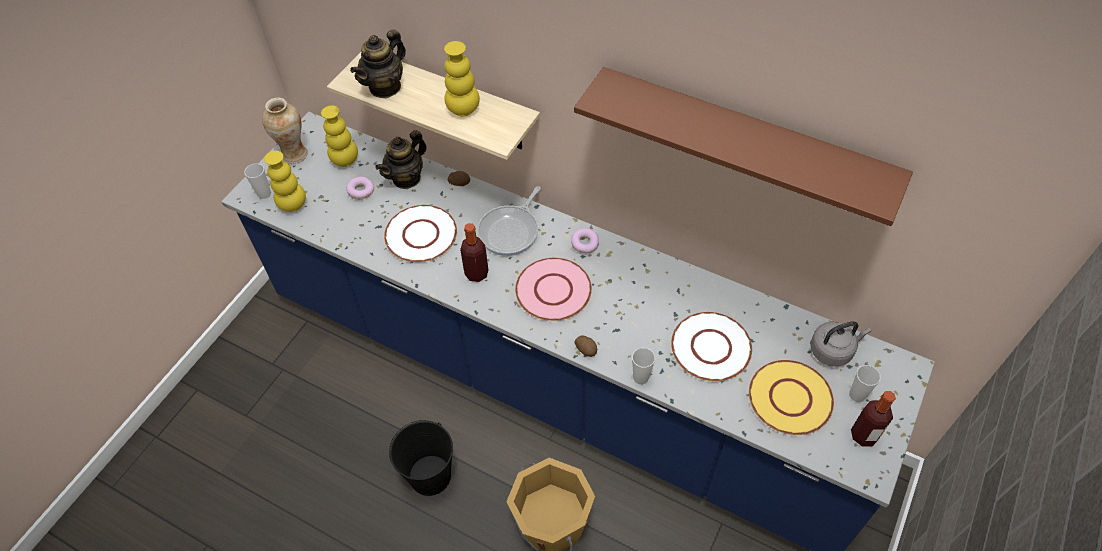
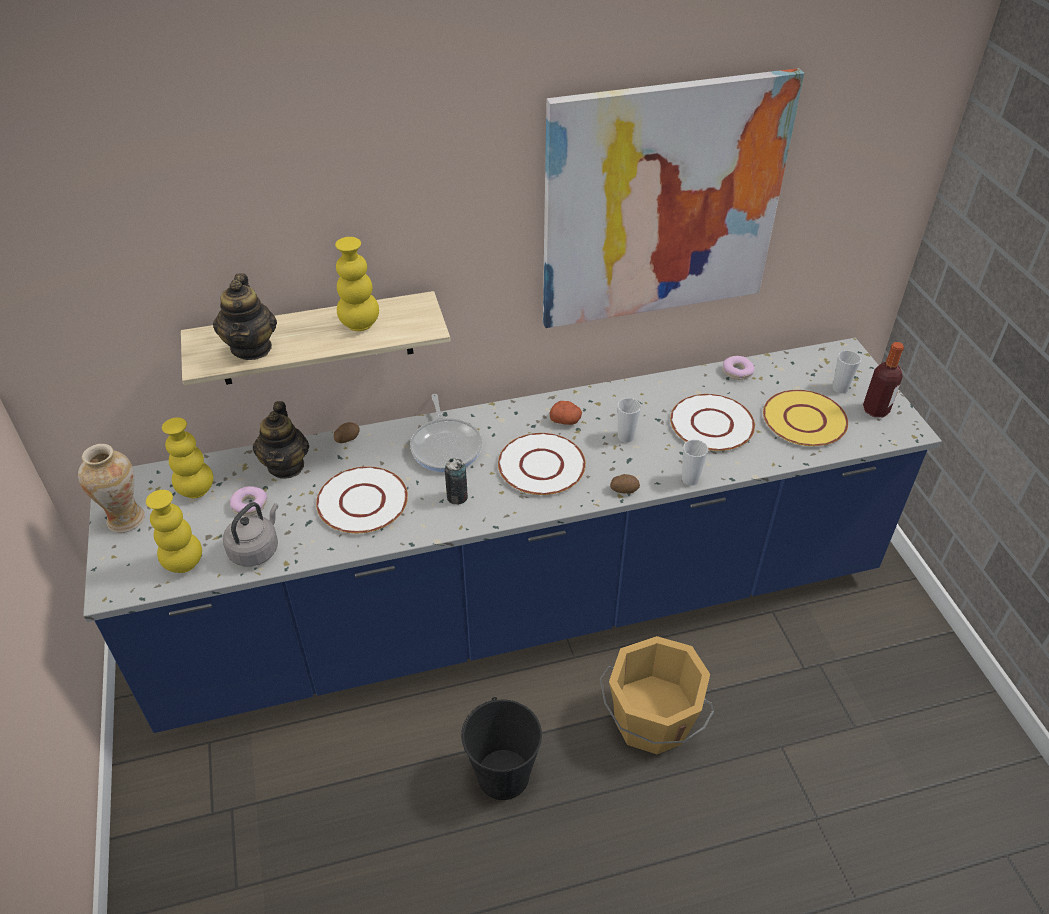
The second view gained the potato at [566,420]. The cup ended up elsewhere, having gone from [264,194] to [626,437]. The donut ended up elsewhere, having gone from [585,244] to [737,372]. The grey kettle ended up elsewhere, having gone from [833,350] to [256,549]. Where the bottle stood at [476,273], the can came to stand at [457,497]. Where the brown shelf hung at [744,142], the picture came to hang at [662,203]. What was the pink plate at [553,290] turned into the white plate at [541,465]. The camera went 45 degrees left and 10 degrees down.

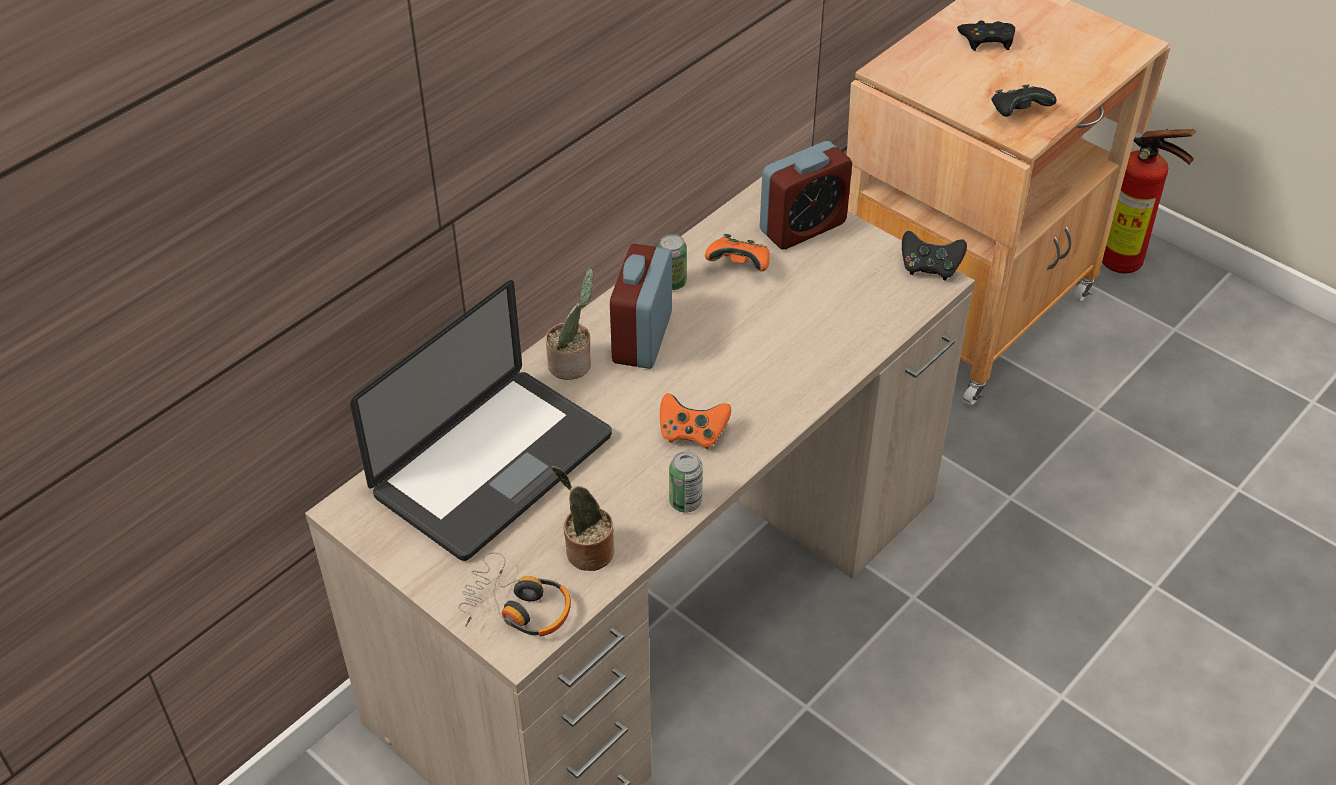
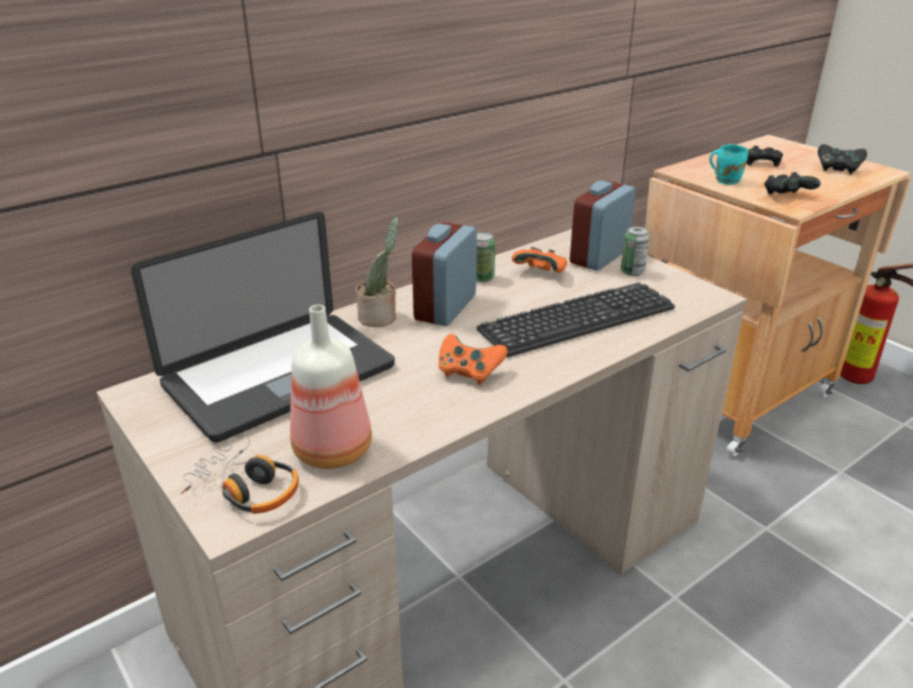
The second view gained the keyboard at [577,319]. The second view gained the turquoise mug at [726,180]. The can ended up elsewhere, having gone from [685,502] to [632,272]. The black game controller ended up elsewhere, having gone from [929,267] to [837,169]. Where the potted plant stood at [586,552], the bottle came to stand at [335,450]. The alarm clock at [802,227] ended up facing another way, 150 degrees clockwise from before. The camera went 10 degrees right and 15 degrees down.

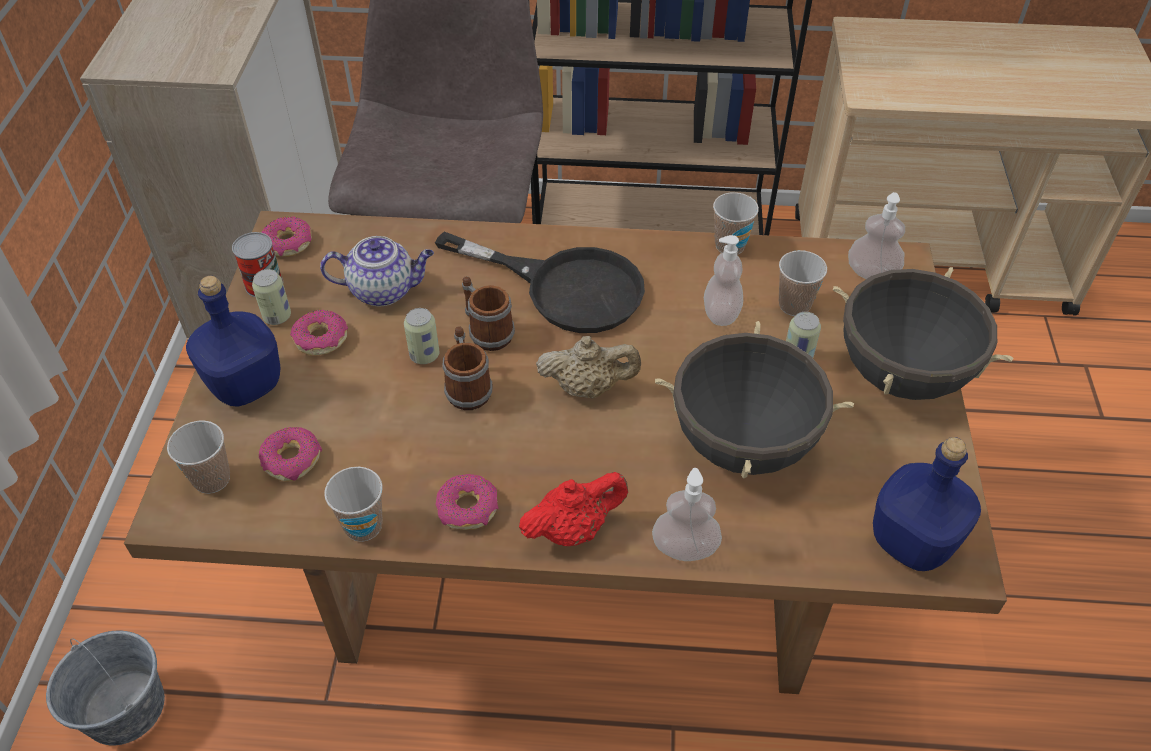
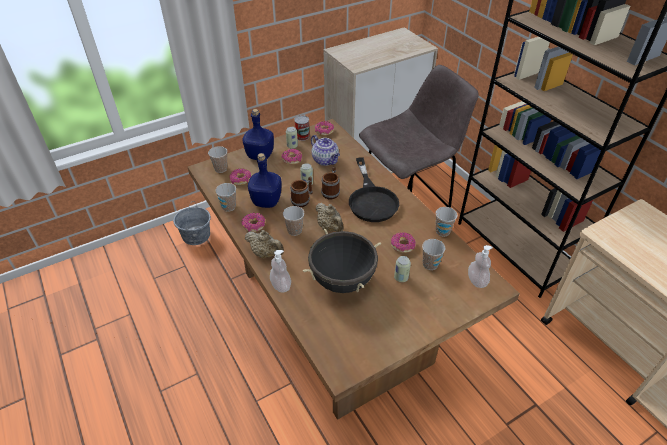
The second view lost the black cooking pot at [901,375]. The second view gained the cup at [294,230]. The blue bottle ended up elsewhere, having gone from [910,541] to [266,201]. Where the soap dispenser stood at [721,313], the donut came to stand at [402,245]. What was the red teapot at [573,529] turned into the beige teapot at [266,254]. The camera went 55 degrees right and 5 degrees down.

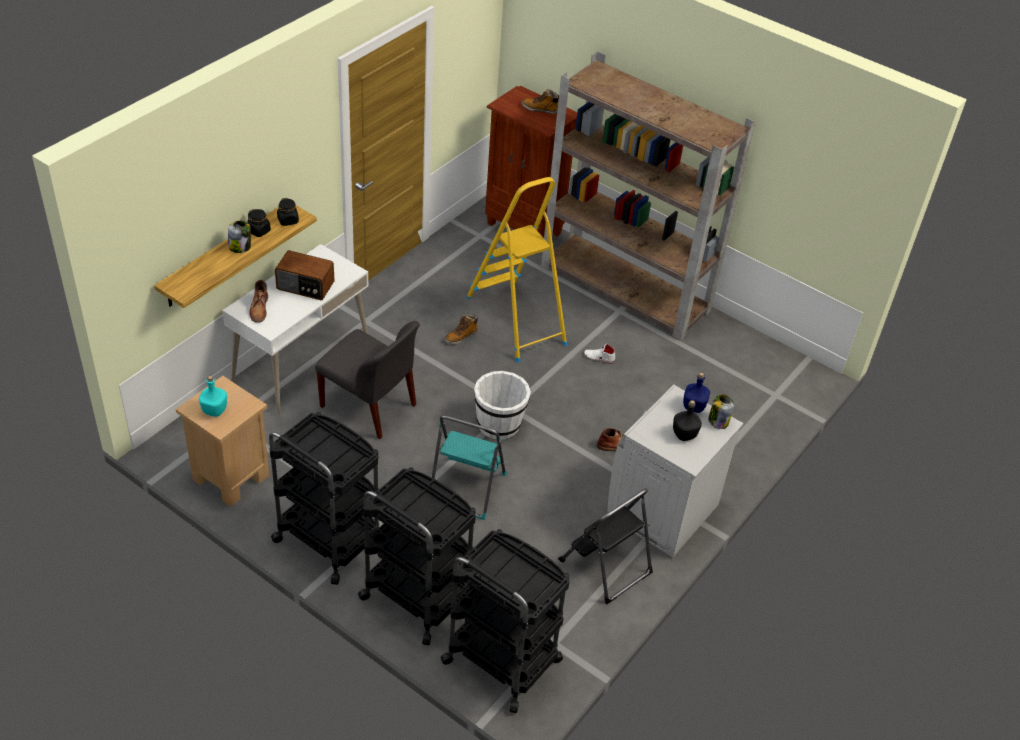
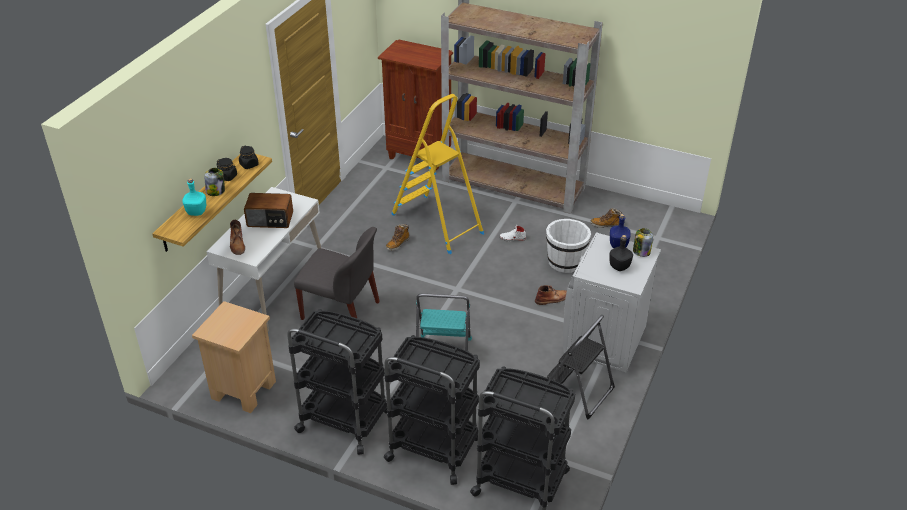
The turquoise bottle ended up elsewhere, having gone from [215,410] to [197,212]. The white bucket ended up elsewhere, having gone from [499,424] to [565,262]. The boot ended up elsewhere, having gone from [540,109] to [606,225]. The camera went 10 degrees left and 5 degrees down.

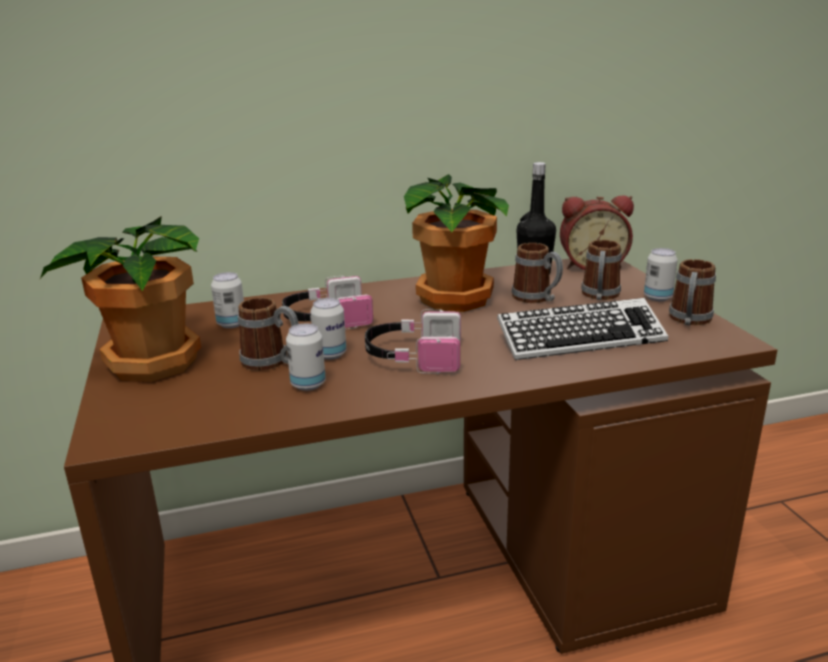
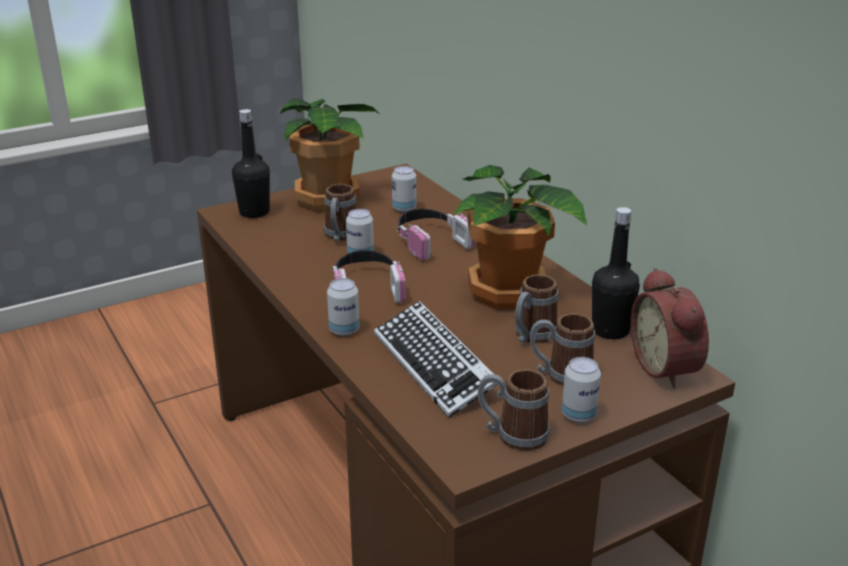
The second view gained the black bottle at [254,212]. The can ended up elsewhere, having gone from [308,384] to [344,330]. The camera went 75 degrees right and 5 degrees up.

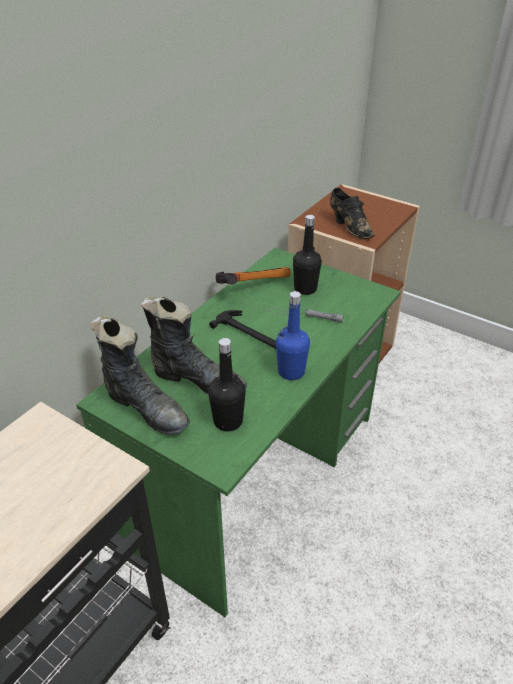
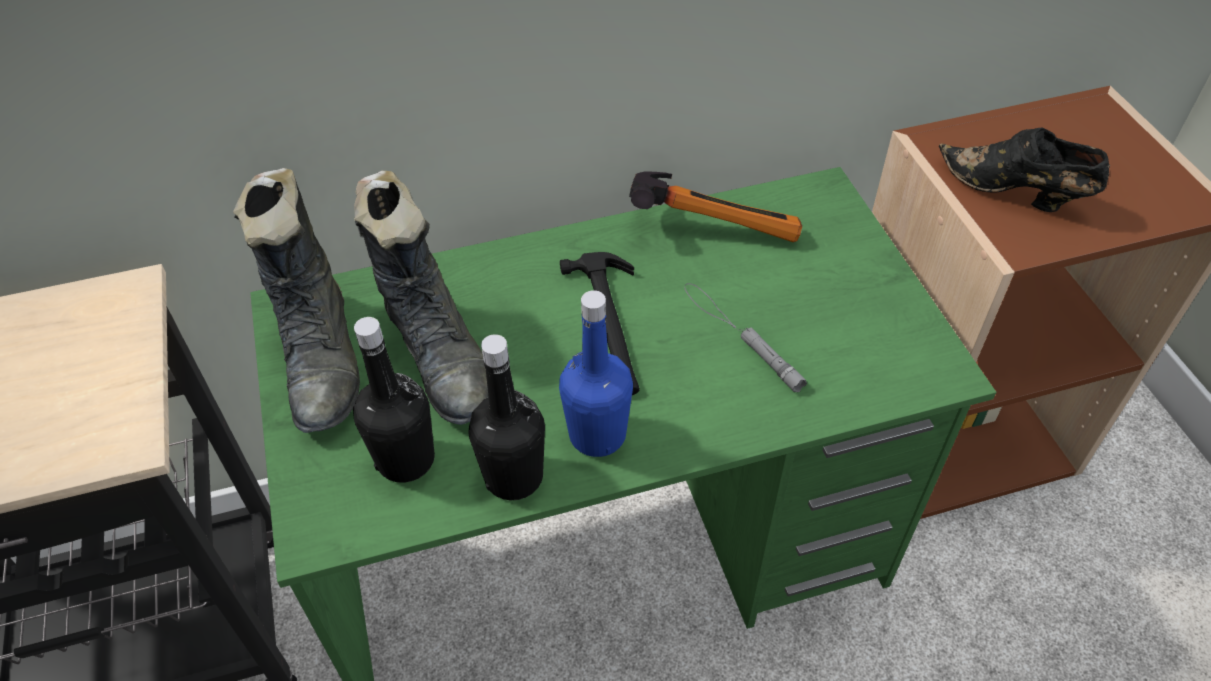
The black bottle ended up elsewhere, having gone from [305,289] to [514,477]. The black shoe at [349,226] ended up facing another way, 120 degrees clockwise from before. The camera went 40 degrees right and 10 degrees up.

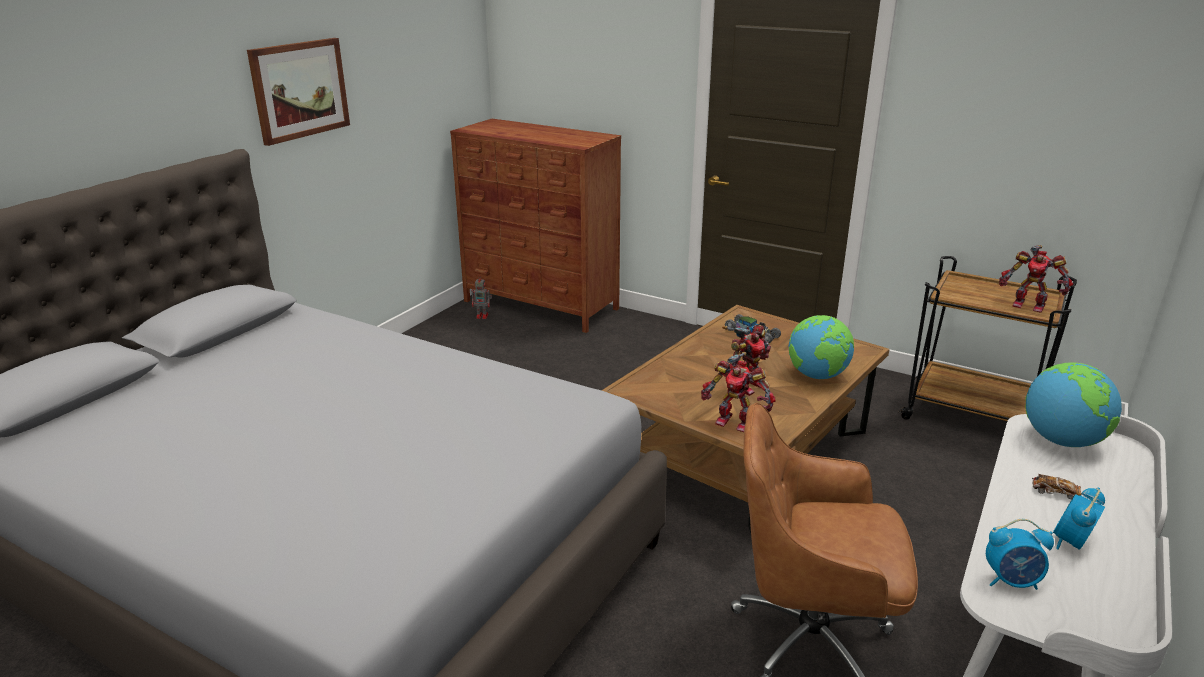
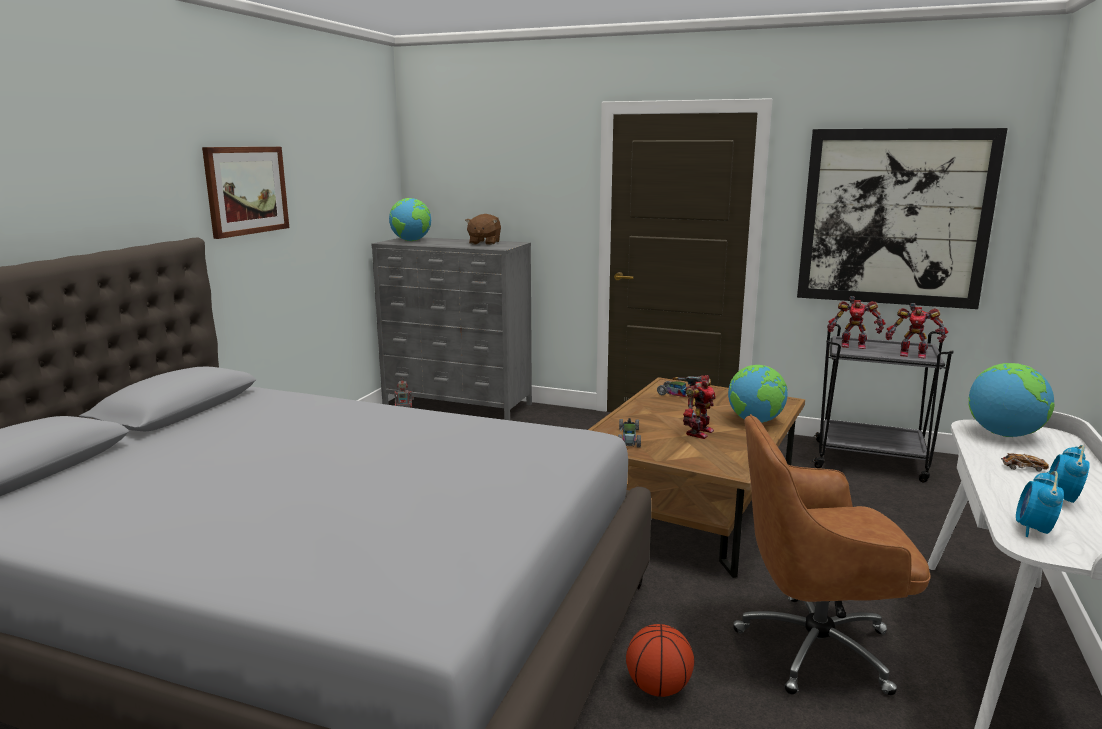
The second view gained the globe at [411,241]. The second view gained the brown plush toy at [484,243]. The second view gained the toy car at [629,438]. The second view gained the basketball at [658,688]. The second view gained the picture at [894,218]. The toy robot ended up elsewhere, having gone from [735,421] to [853,345]. What was the brown dresser at [541,305] turned into the grey dresser at [458,405]. What was the brown cart at [971,415] turned into the grey cart at [870,461]. The alarm clock at [1011,581] ended up facing another way, 120 degrees clockwise from before. The camera went 10 degrees left and 10 degrees down.

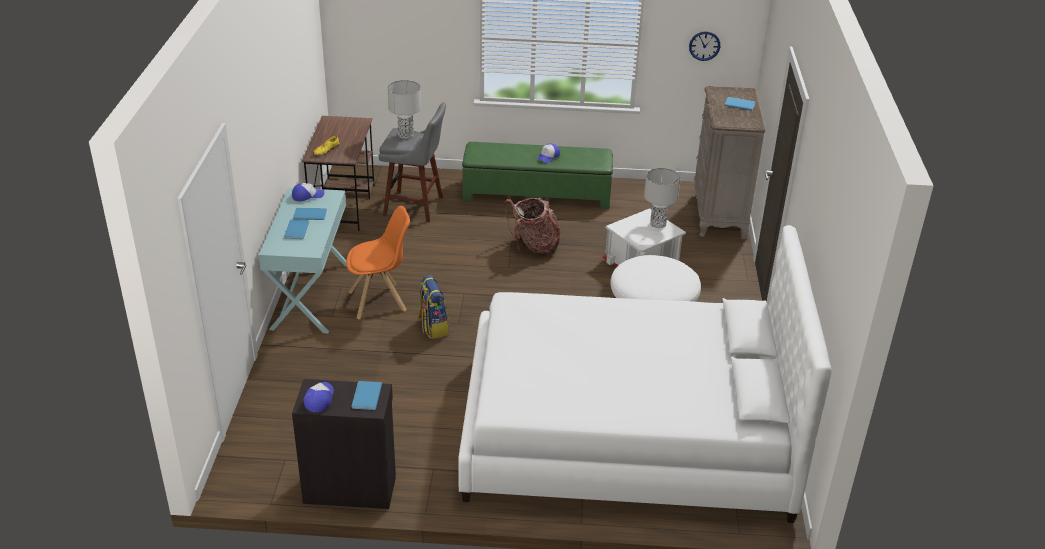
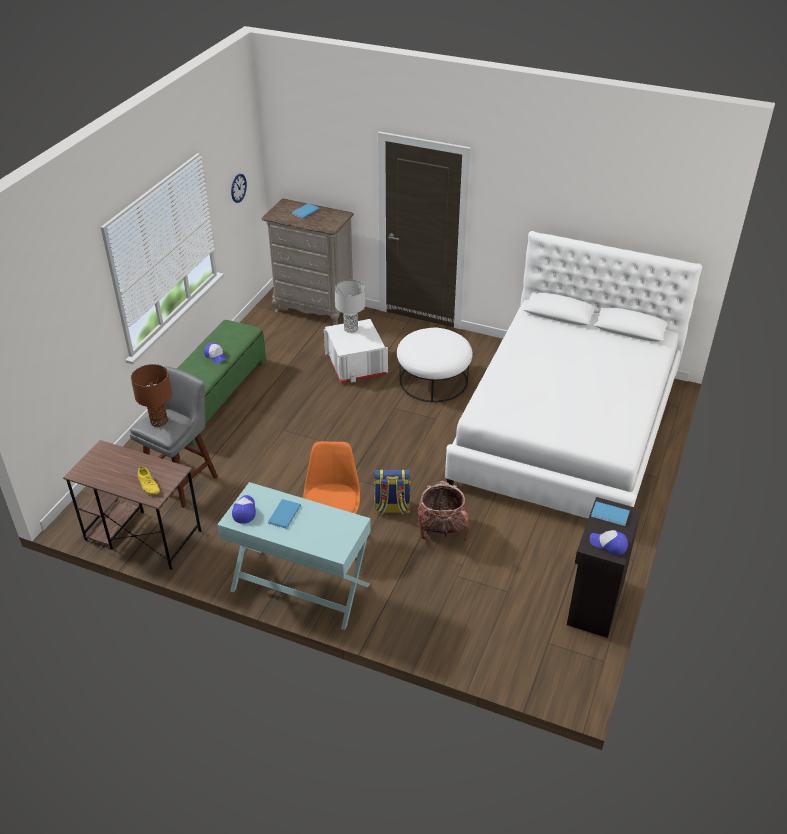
The second view lost the blue book at [295,230]. The backpack ended up elsewhere, having gone from [534,247] to [442,530]. What was the white table lamp at [406,135] turned into the brown table lamp at [159,421]. The camera went 70 degrees left and 5 degrees up.

